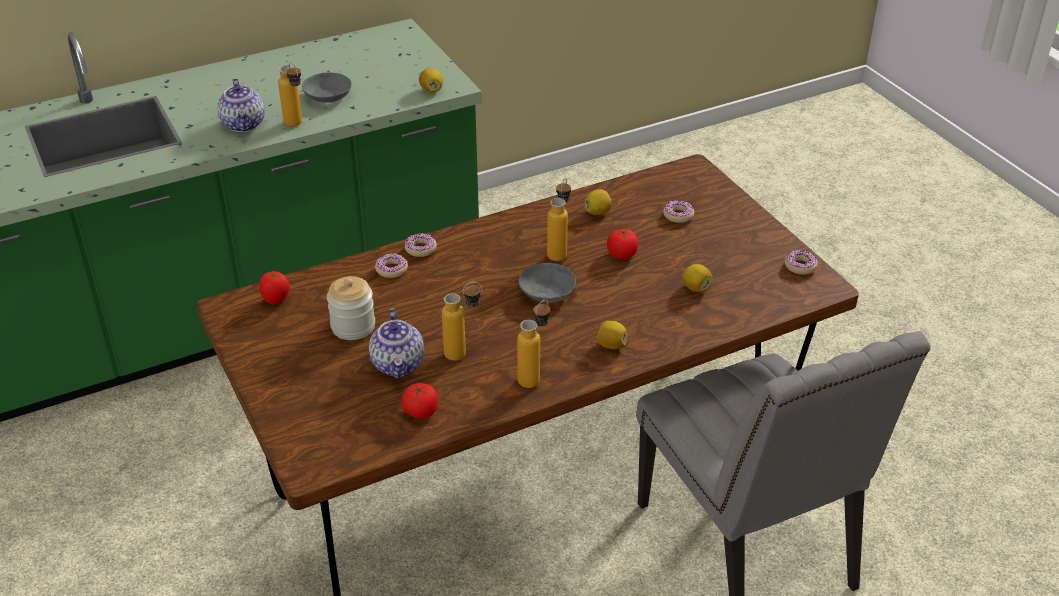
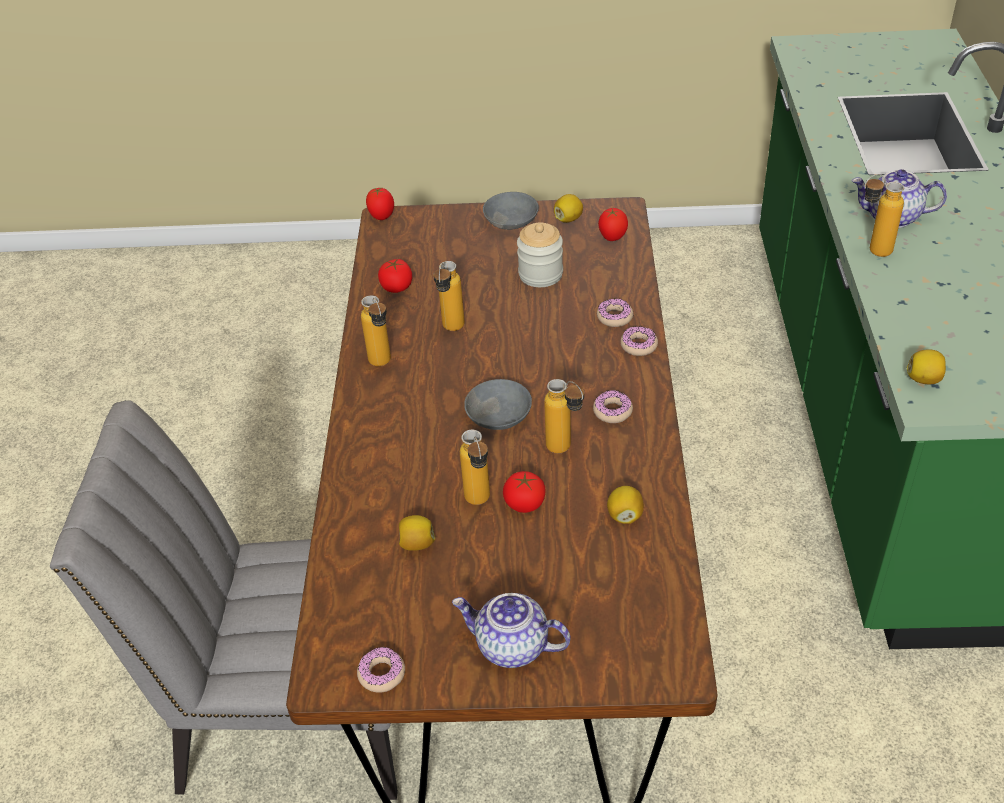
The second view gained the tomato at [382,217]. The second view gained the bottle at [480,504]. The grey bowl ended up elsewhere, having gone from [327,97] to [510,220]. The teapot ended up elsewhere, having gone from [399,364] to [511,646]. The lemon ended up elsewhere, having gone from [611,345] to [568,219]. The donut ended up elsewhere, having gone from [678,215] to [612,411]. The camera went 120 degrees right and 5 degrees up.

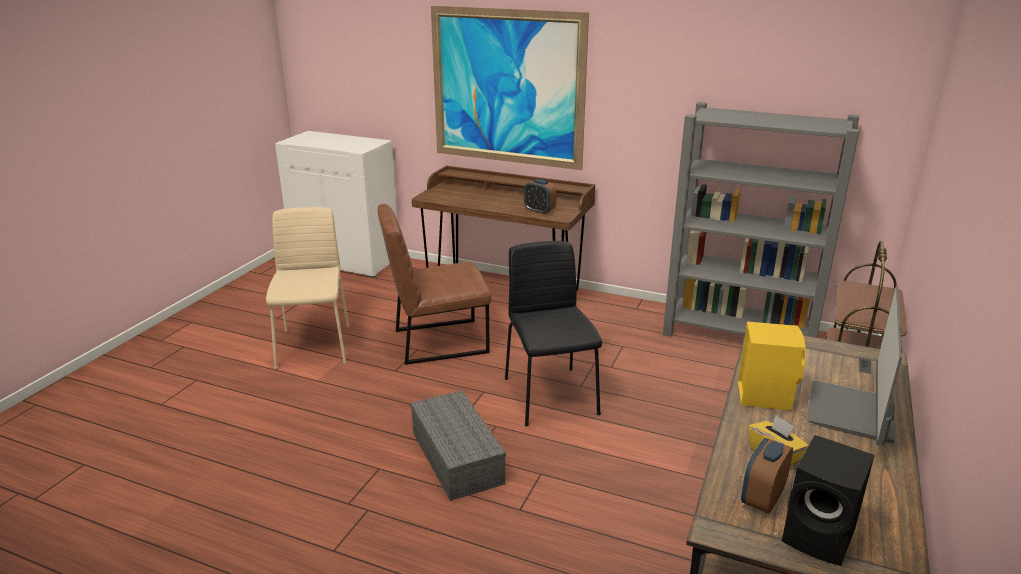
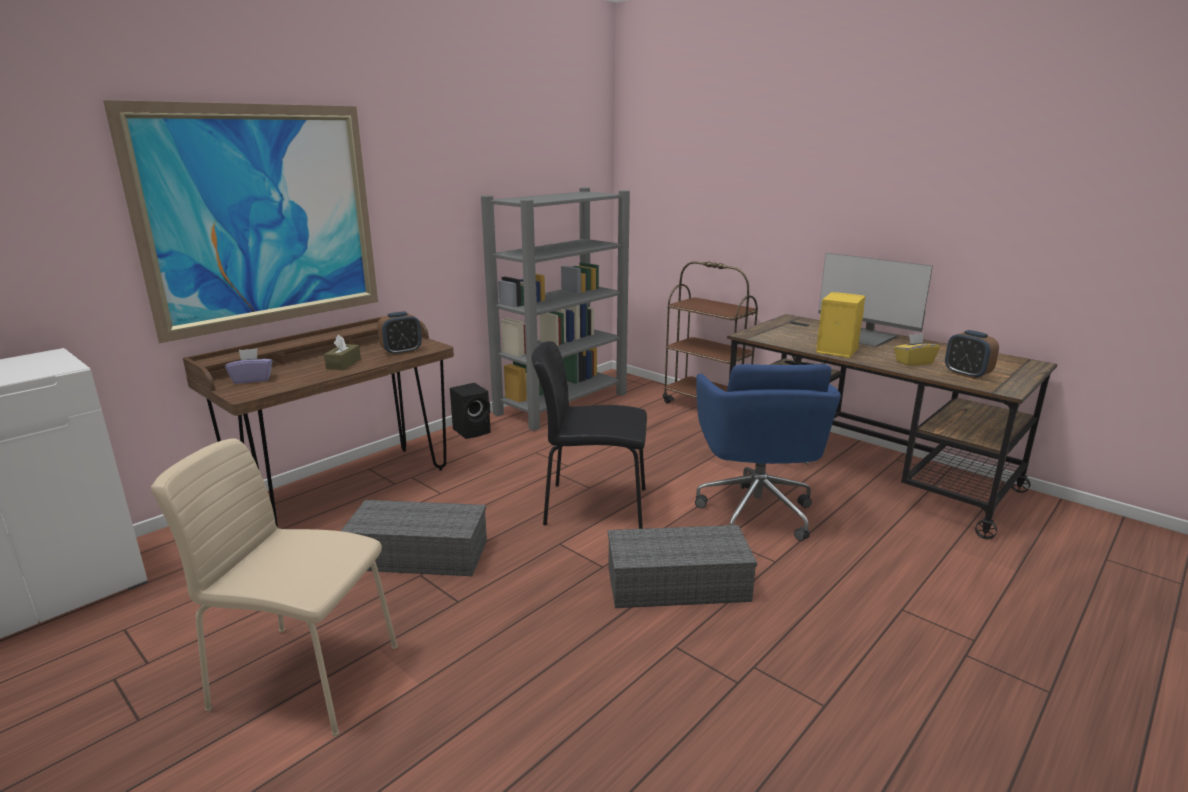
The second view gained the purple tissue box at [252,379]. The second view gained the brown tissue box at [343,364]. The second view gained the blue office chair at [754,511]. The black speaker ended up elsewhere, having gone from [821,536] to [473,431]. Where the brown chair stood at [437,341], the grey storage box came to stand at [416,555]. The camera went 70 degrees left and 5 degrees down.

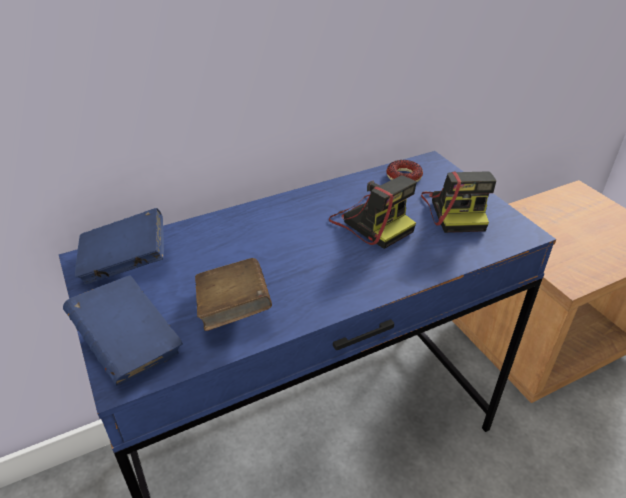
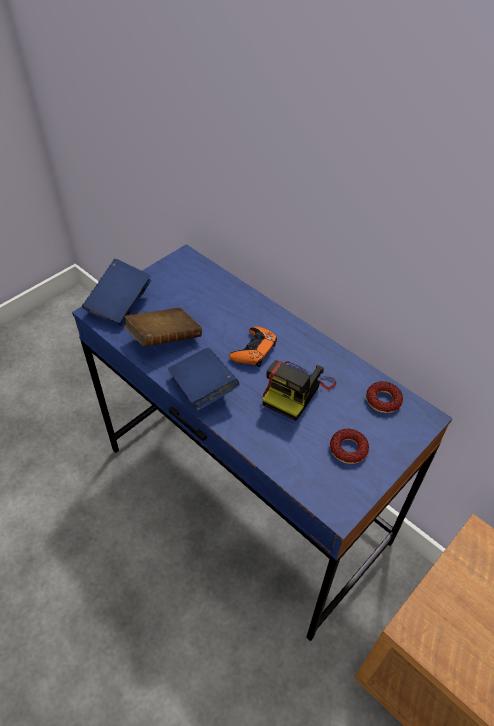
The second view gained the orange game controller at [254,350]. The blue book ended up elsewhere, having gone from [125,263] to [203,389]. Where the photo camera stood at [456,210], the donut came to stand at [348,449]. The camera went 70 degrees right and 10 degrees up.

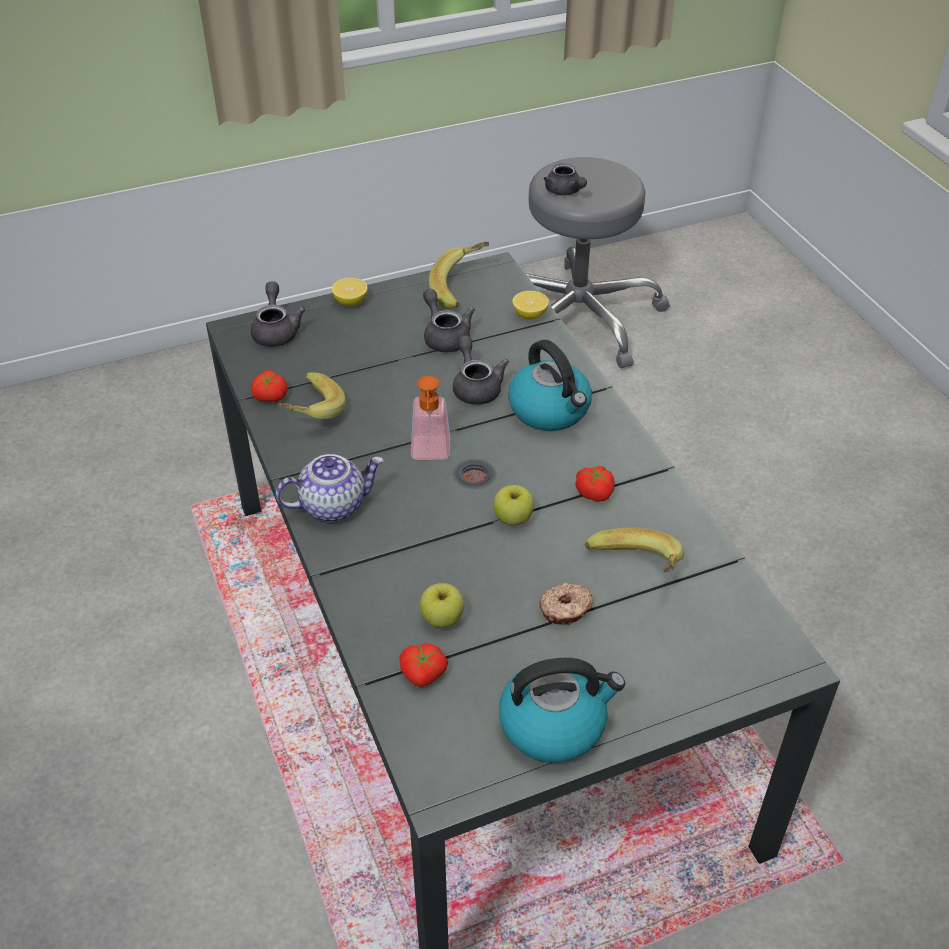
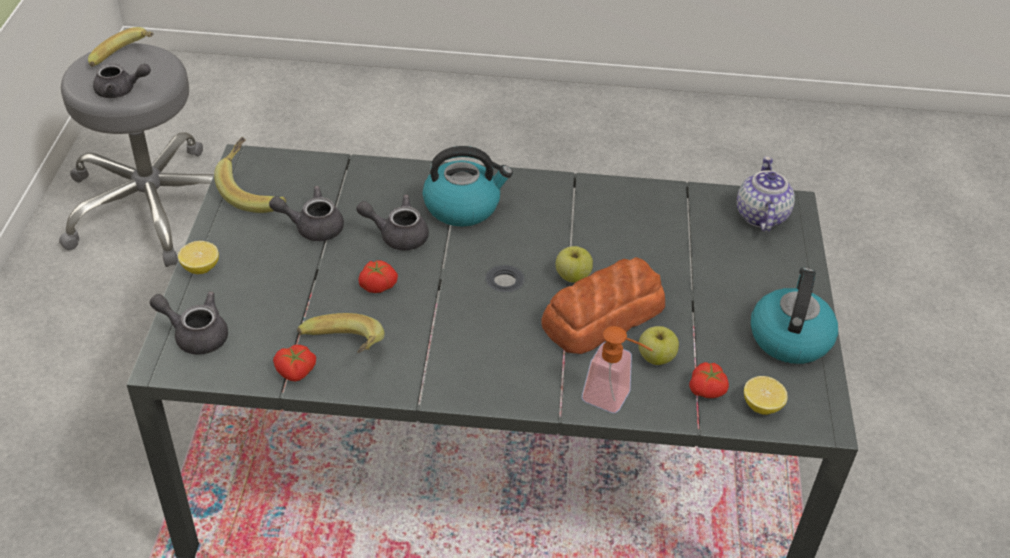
The second view lost the donut at [565,609]. The second view gained the bread at [601,316]. The teapot ended up elsewhere, having gone from [333,505] to [760,215]. The soap dispenser ended up elsewhere, having gone from [430,454] to [614,399]. The lemon ended up elsewhere, having gone from [530,315] to [761,405]. The tomato ended up elsewhere, having gone from [595,492] to [377,284]. The banana ended up elsewhere, having gone from [634,570] to [126,60]. The camera went 65 degrees left and 0 degrees up.

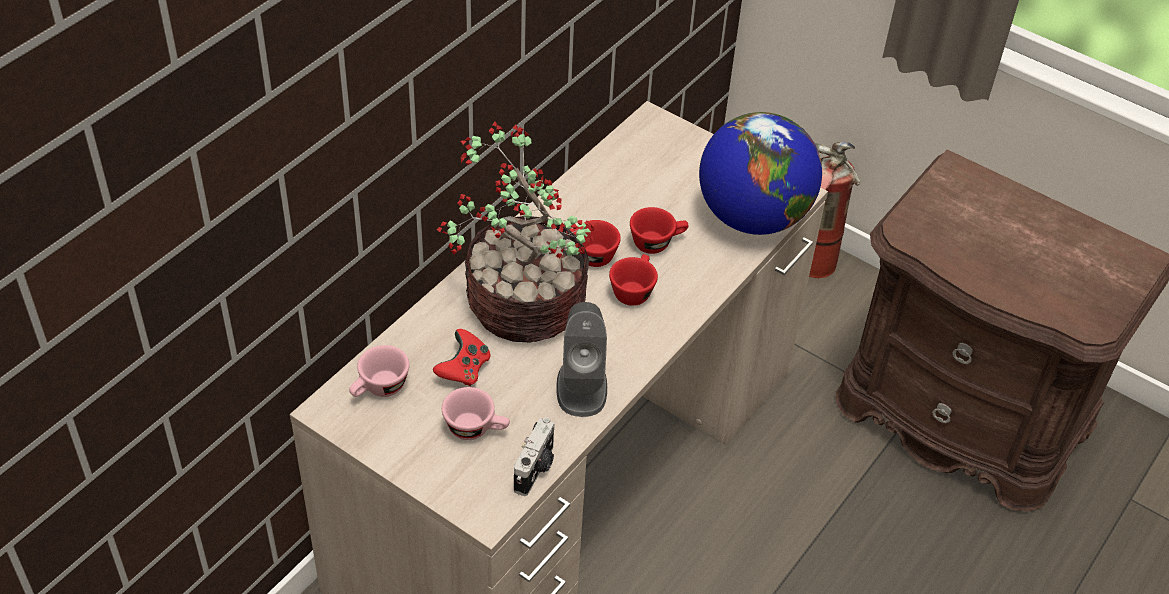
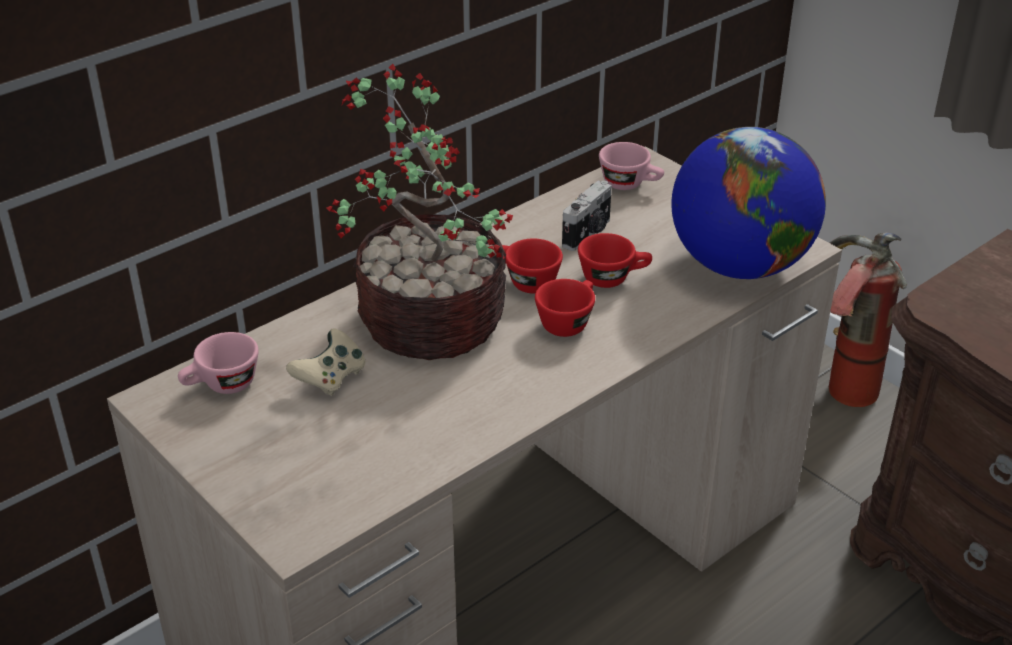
The second view lost the grey speaker at [581,387]. The pink cup ended up elsewhere, having gone from [476,428] to [630,184]. The photo camera ended up elsewhere, having gone from [536,469] to [588,233]. What was the red game controller at [464,370] turned into the beige game controller at [330,378]. The camera went 15 degrees right and 10 degrees down.

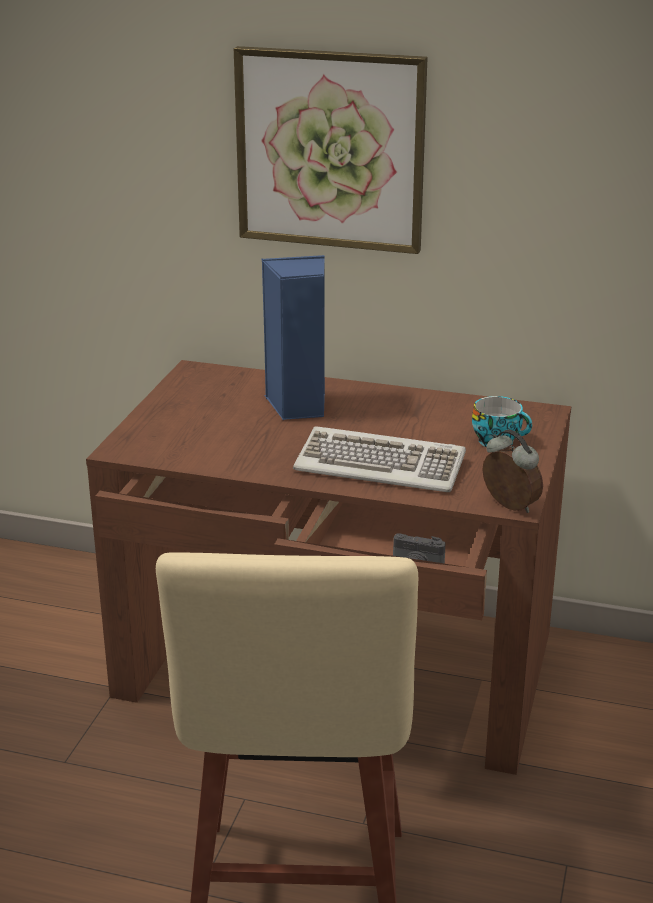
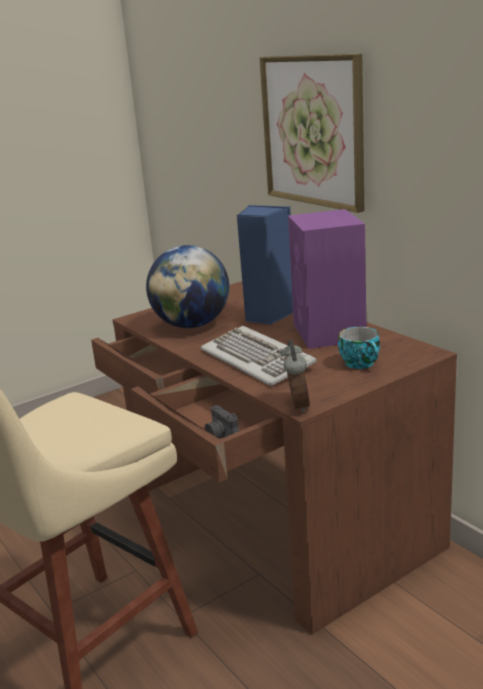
The second view gained the globe at [192,325]. The second view gained the purple speaker at [329,333]. The camera went 40 degrees right and 5 degrees down.

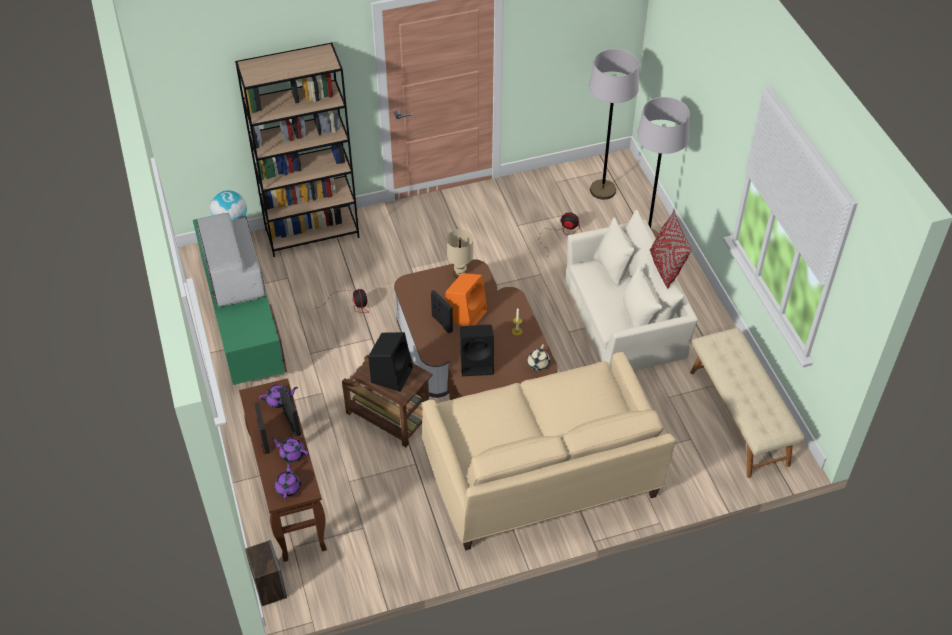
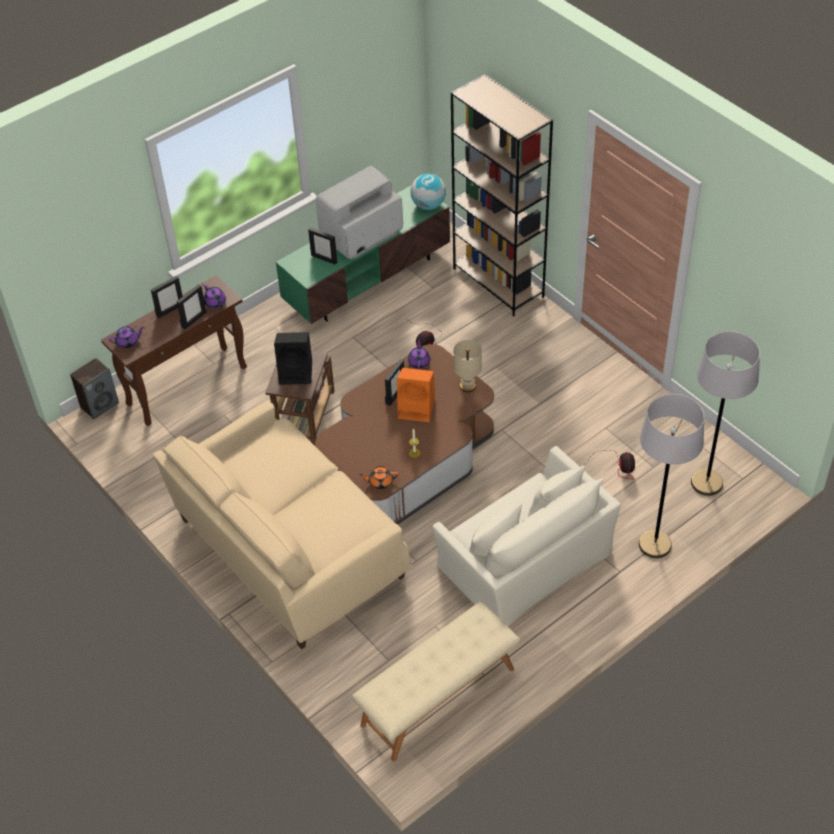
The second view lost the black speaker at [478,363]. The second view lost the red pillow at [665,268]. The second view gained the picture frame at [324,258]. The purple teapot ended up elsewhere, having gone from [292,453] to [419,362]. What was the beige teapot at [538,364] turned into the orange teapot at [380,482]. The camera went 70 degrees right and 0 degrees up.

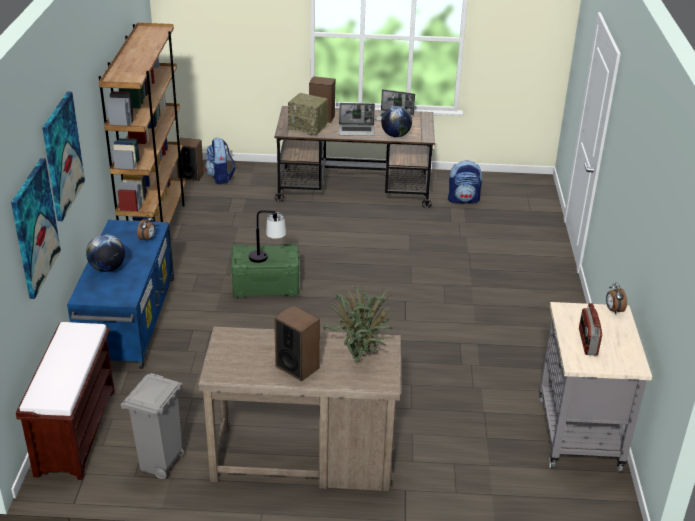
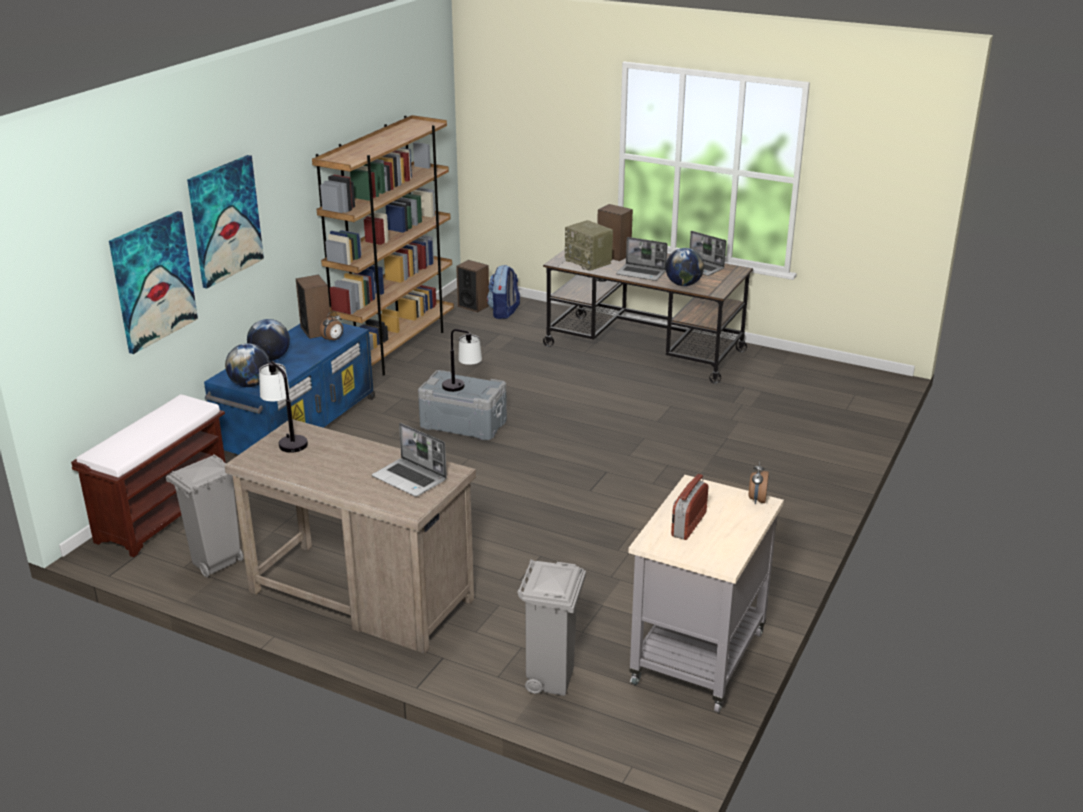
The second view lost the backpack at [463,200]. The second view gained the globe at [250,384]. The second view gained the table lamp at [286,440]. The second view gained the grey trash can at [551,679]. The speaker ended up elsewhere, having gone from [297,367] to [316,330]. Where the potted plant stood at [360,357], the laptop came to stand at [410,479]. What was the green storage box at [266,285] turned into the grey storage box at [463,424]. The camera went 25 degrees right and 5 degrees down.

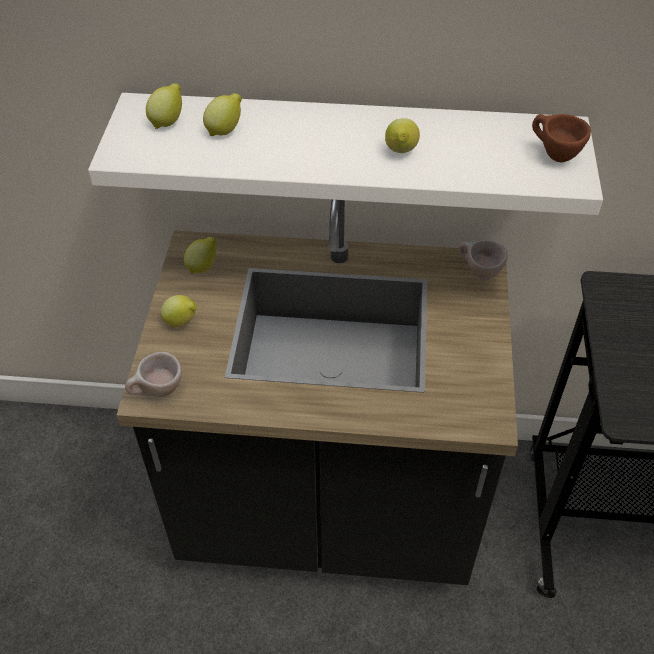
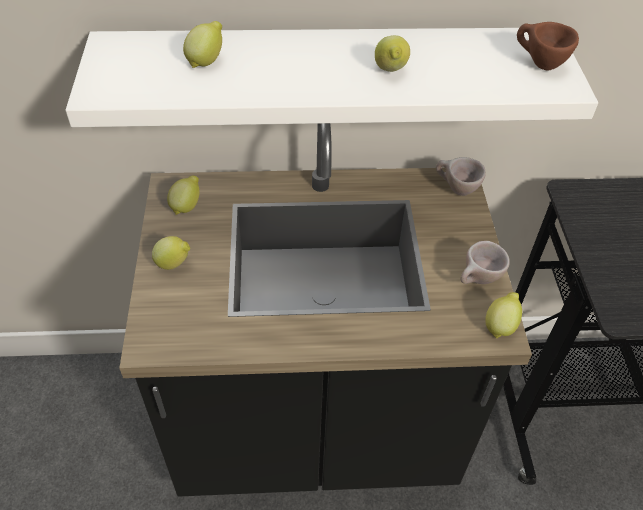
The beige cup ended up elsewhere, having gone from [157,392] to [477,281]. The lemon ended up elsewhere, having gone from [168,121] to [500,325]. The camera went 10 degrees left and 0 degrees up.

